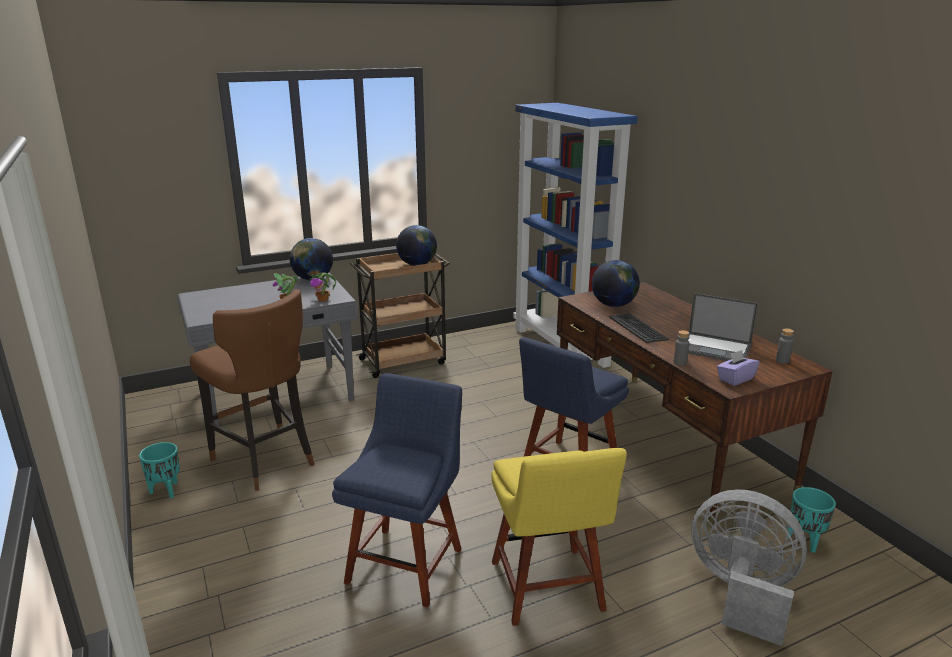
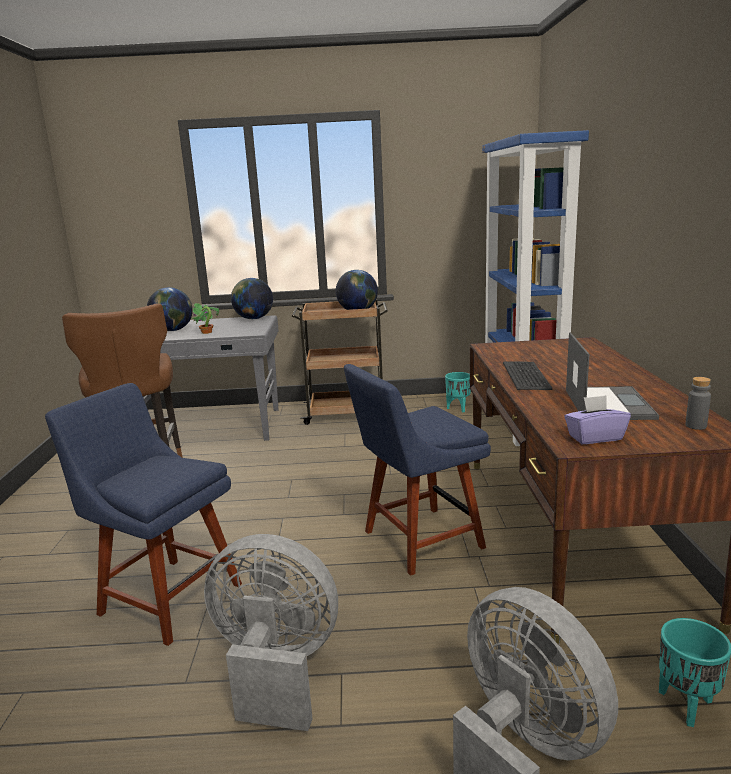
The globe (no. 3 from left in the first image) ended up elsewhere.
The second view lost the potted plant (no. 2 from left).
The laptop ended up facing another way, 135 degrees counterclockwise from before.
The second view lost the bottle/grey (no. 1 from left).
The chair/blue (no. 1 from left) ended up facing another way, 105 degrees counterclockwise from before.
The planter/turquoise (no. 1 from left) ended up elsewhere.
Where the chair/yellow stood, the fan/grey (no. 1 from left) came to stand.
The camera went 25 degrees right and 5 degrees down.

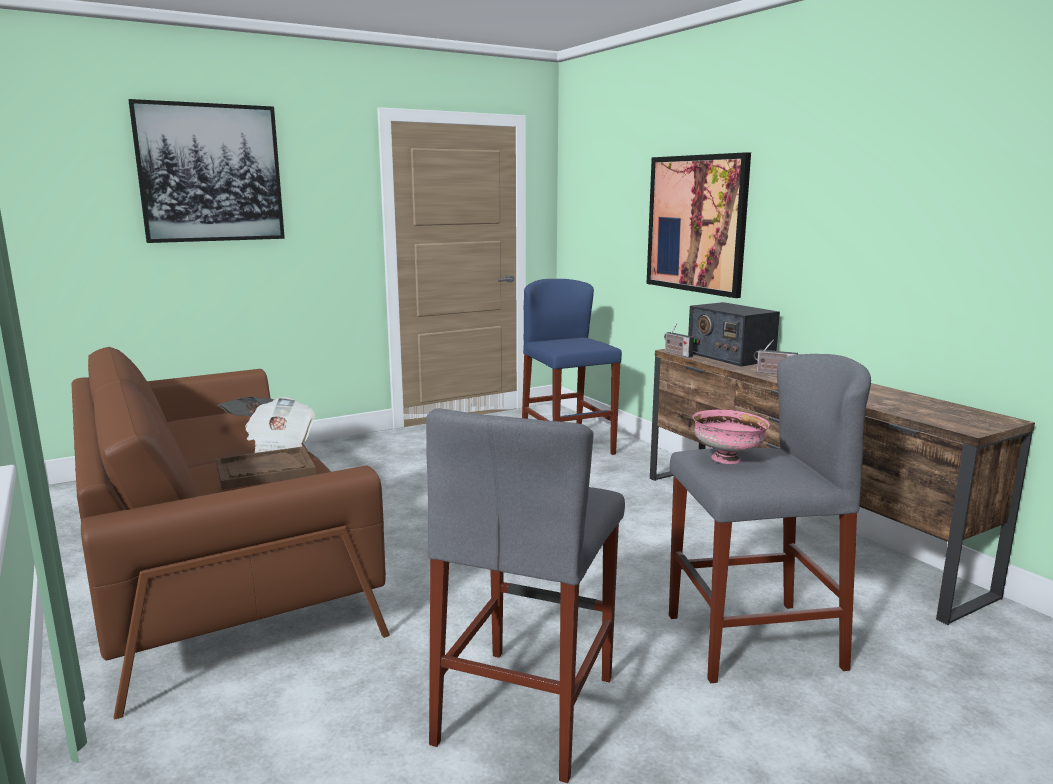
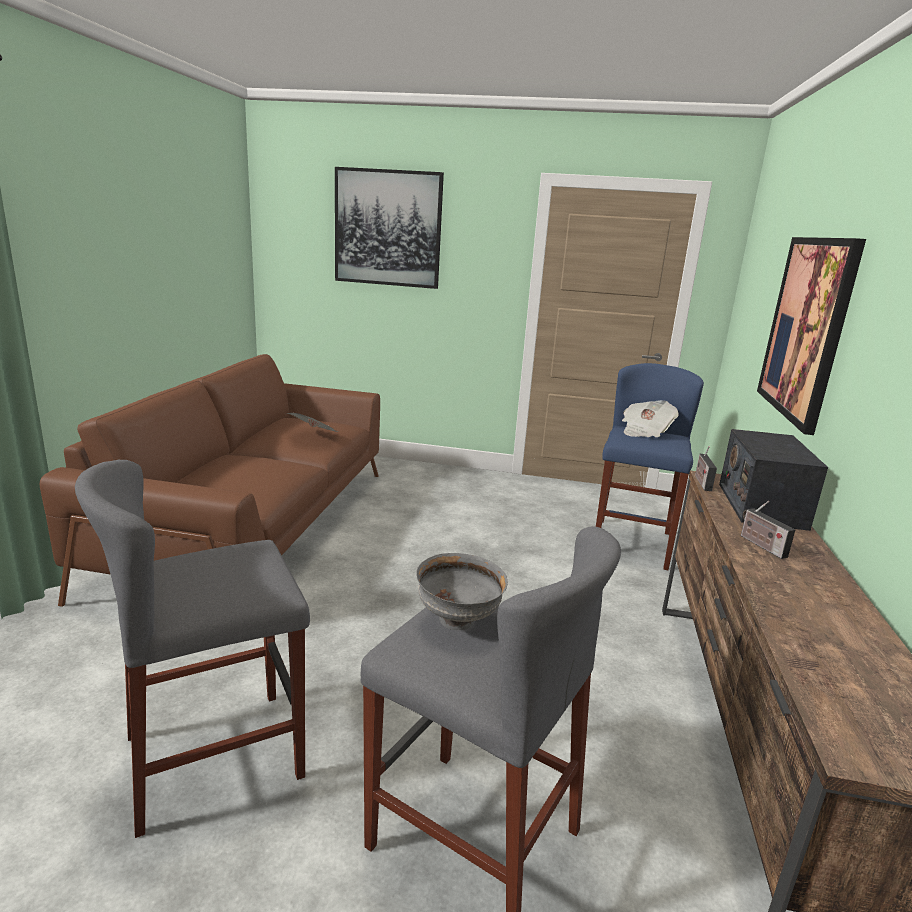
The newspaper (no. 2 from left) ended up elsewhere.
What was the bowl/pink turned into the bowl/grey.
The second view lost the tray/brown.
The camera went 40 degrees right and 5 degrees up.

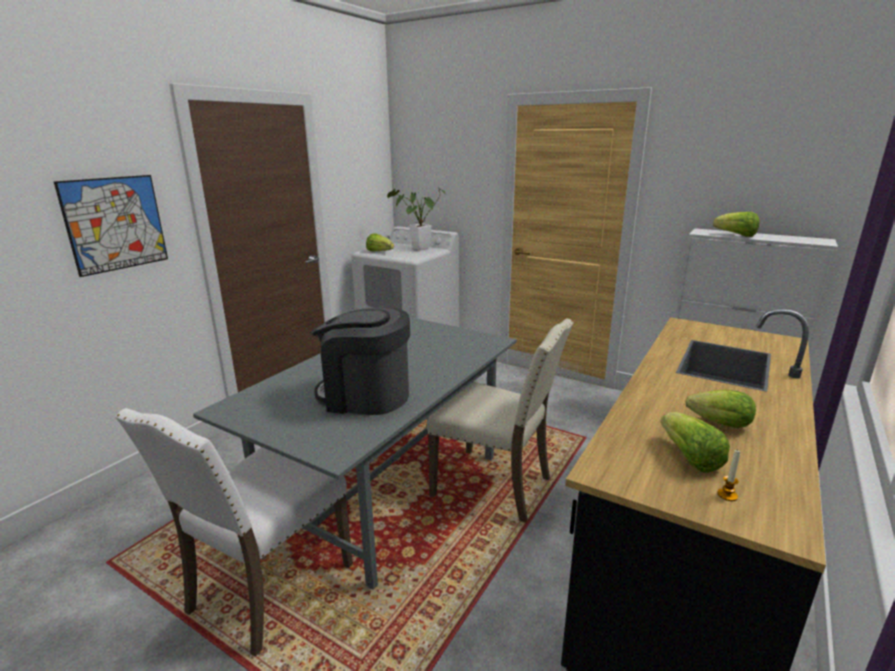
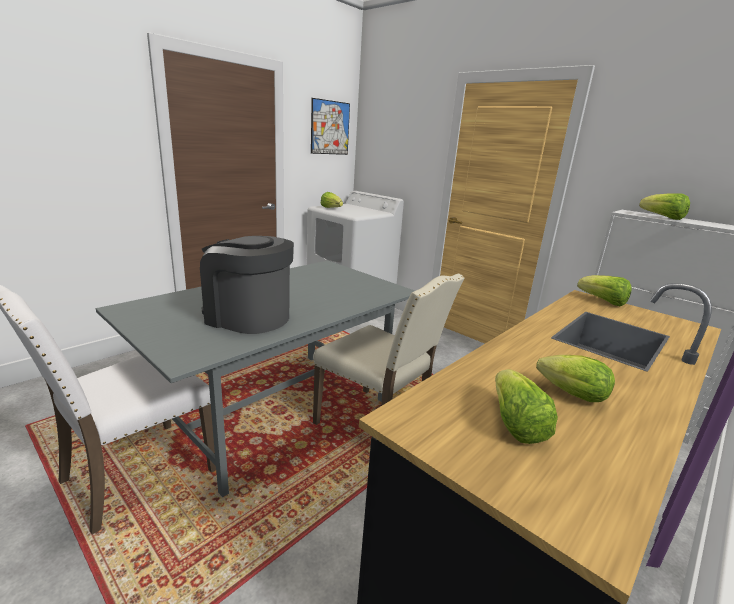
The picture ended up elsewhere.
The second view lost the potted plant.
The second view lost the candle.
The second view gained the lettuce (no. 4 from left).
The camera went 10 degrees right and 0 degrees up.

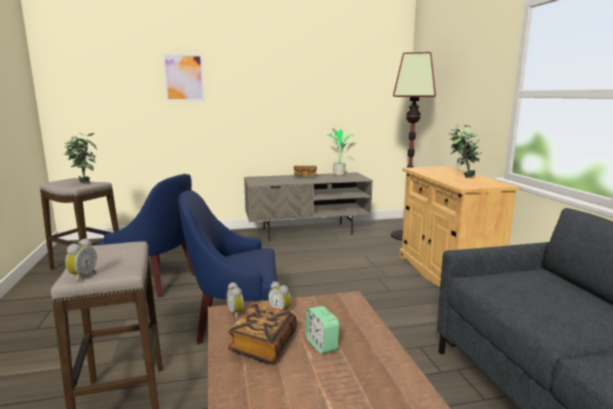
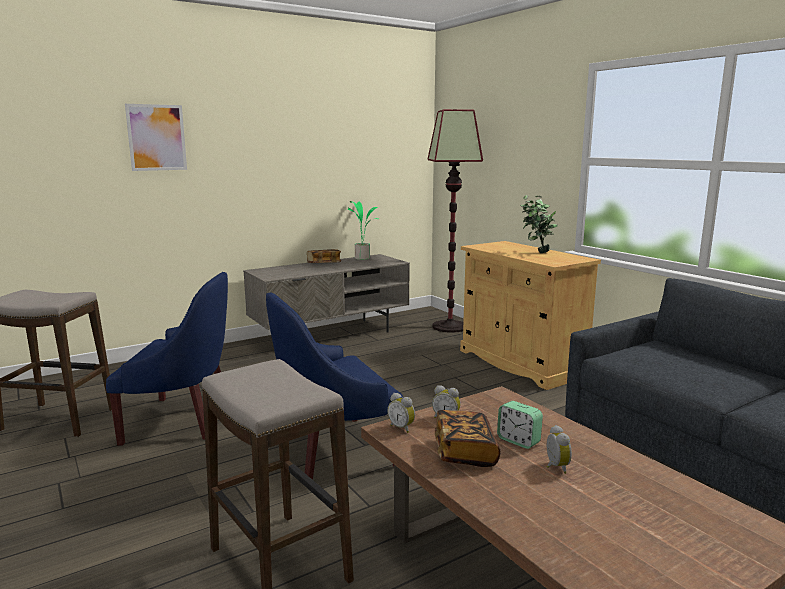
The second view lost the potted plant (no. 1 from left).
The alarm clock (no. 1 from left in the first image) ended up elsewhere.
The camera went 20 degrees left and 0 degrees up.

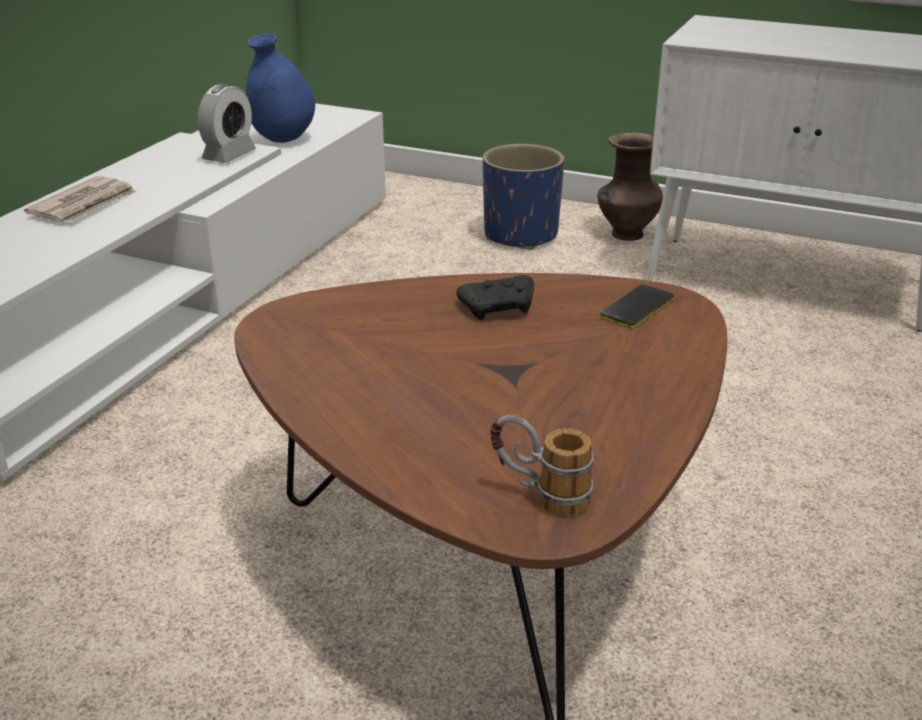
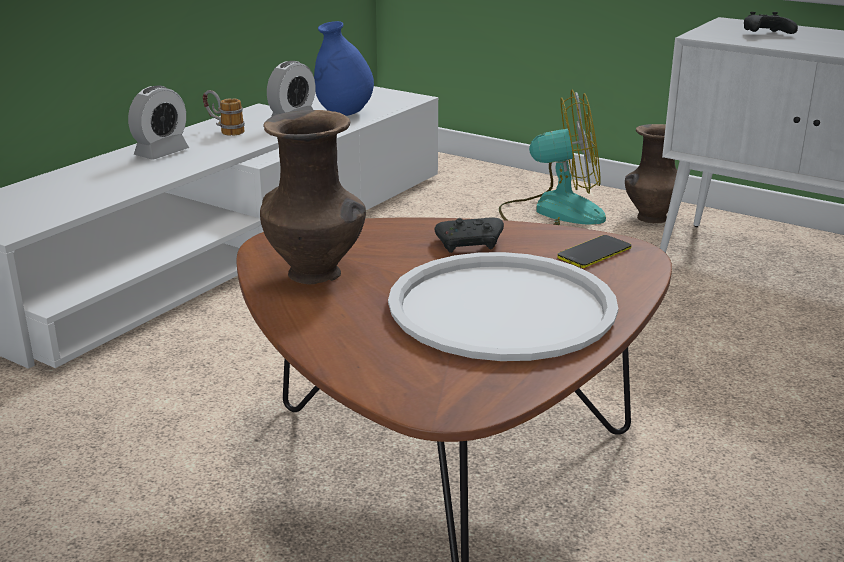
Where the planter/blue stood, the fan came to stand.
Where the newspaper stood, the alarm clock (no. 1 from left) came to stand.
The mug ended up elsewhere.
The second view gained the game controller/black (no. 2 from left).
The second view gained the vase/brown (no. 1 from left).
The second view gained the tray/white.
The camera went 10 degrees right and 5 degrees down.

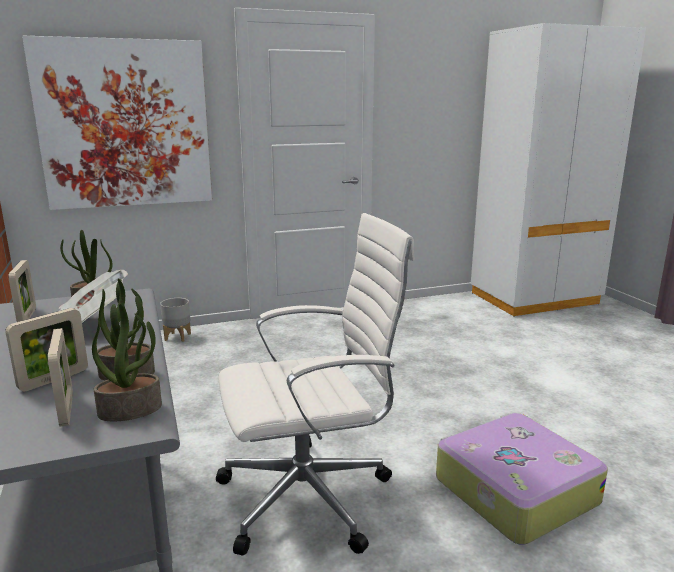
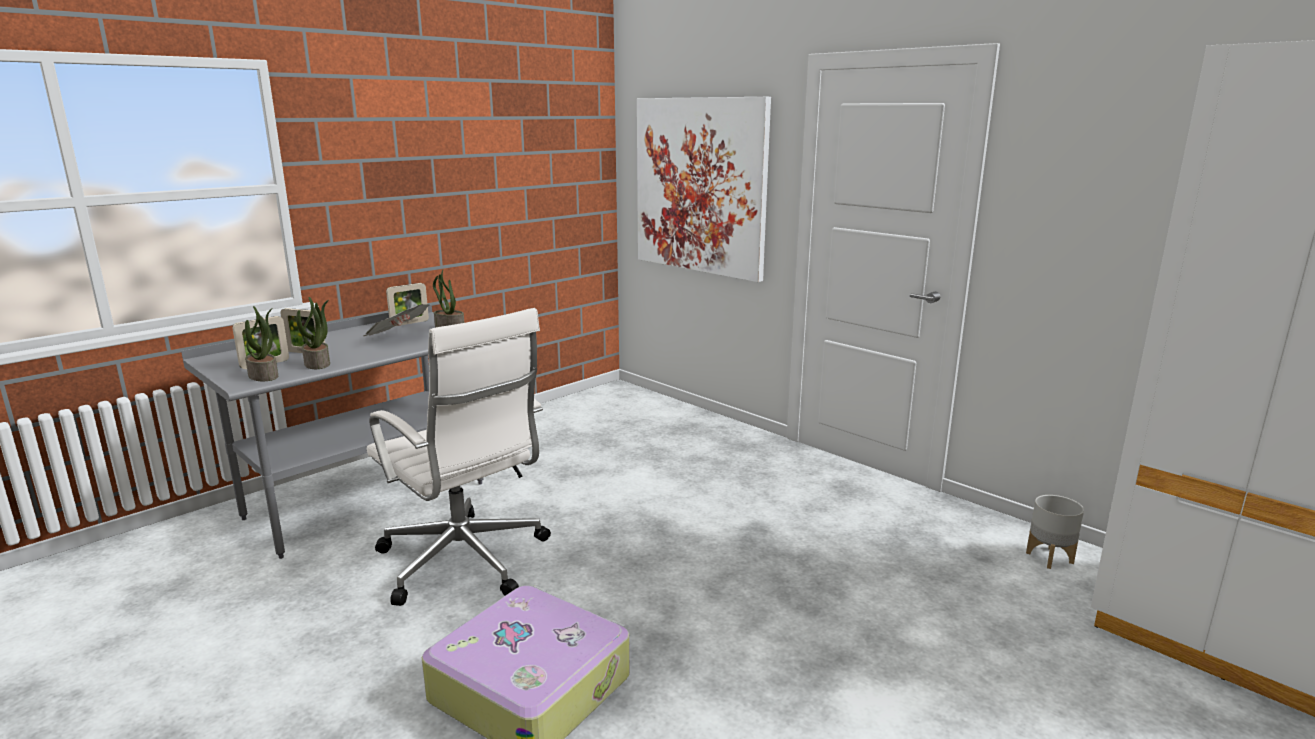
The planter/grey ended up elsewhere.
The camera went 65 degrees right and 0 degrees up.

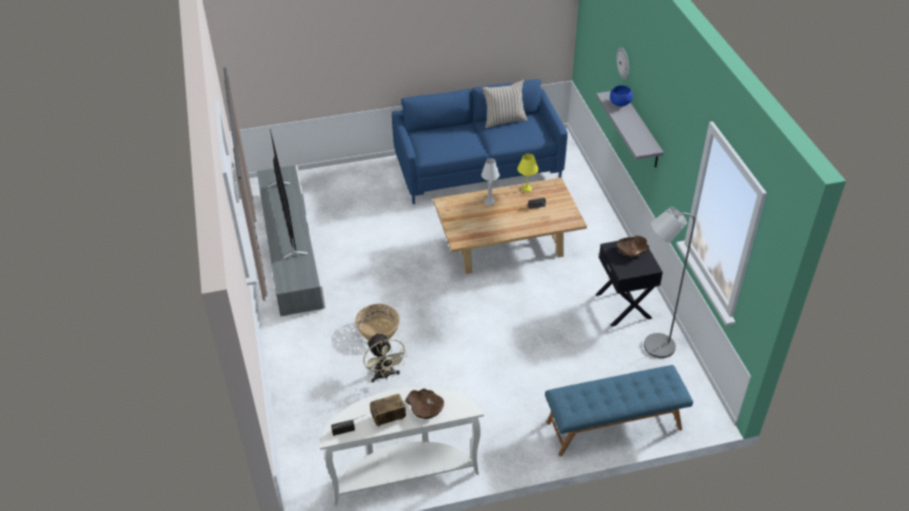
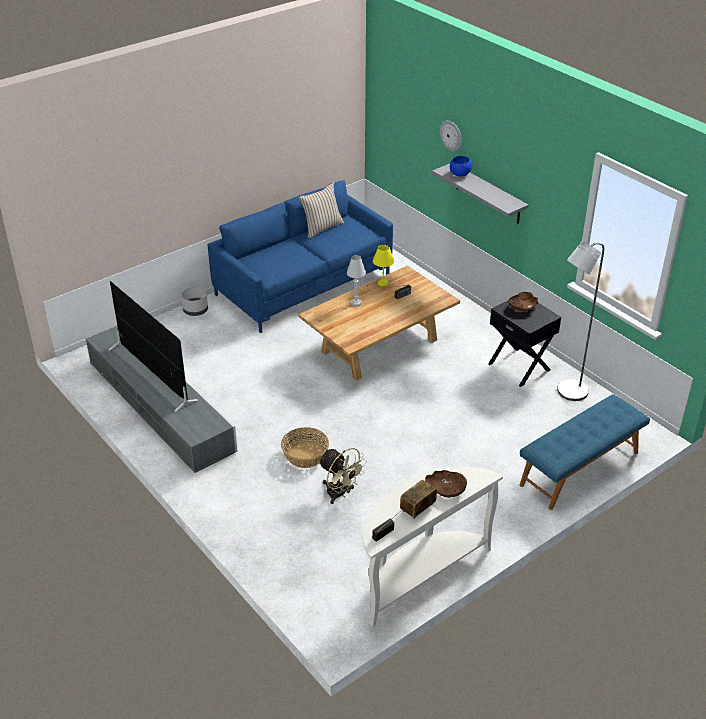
The second view gained the planter/grey.
The camera went 25 degrees left and 5 degrees down.

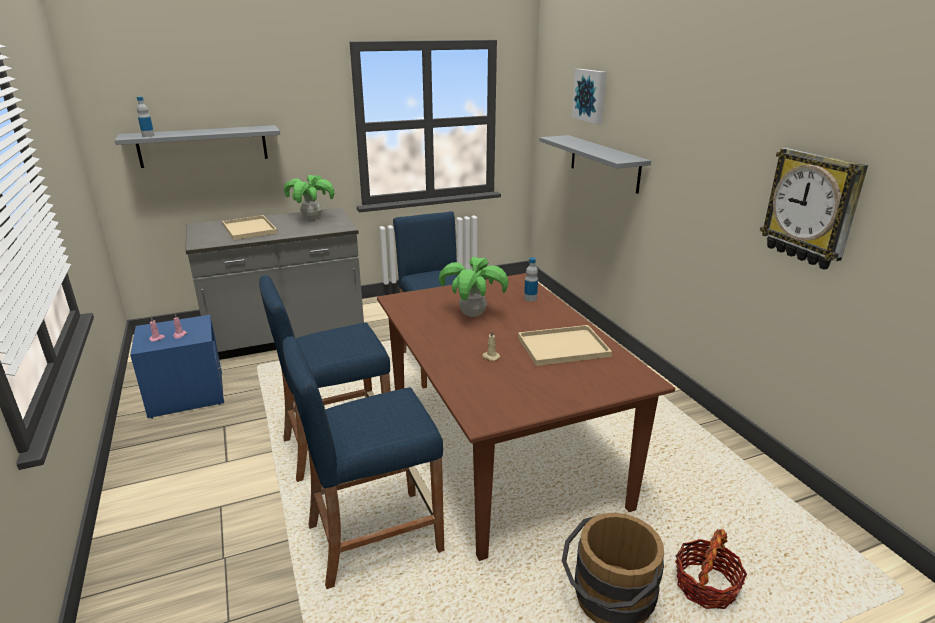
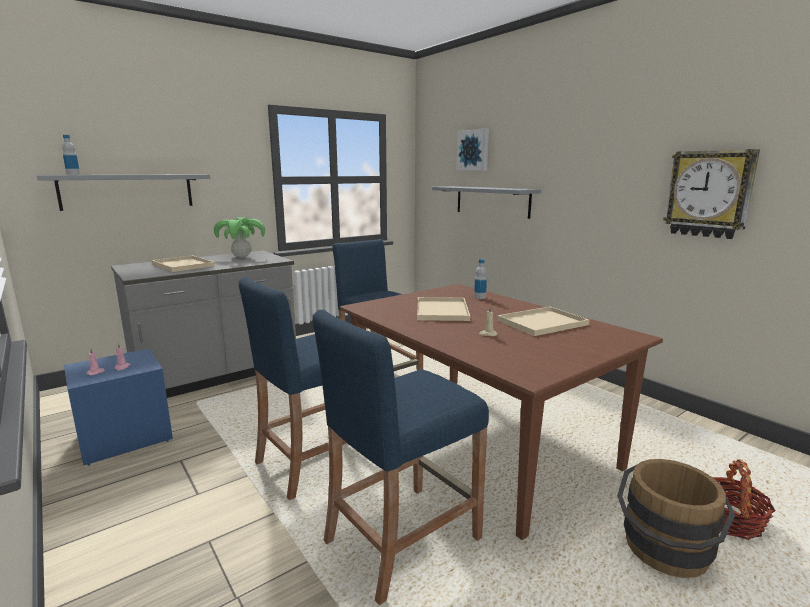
Where the potted plant (no. 2 from left) stood, the tray/beige (no. 2 from left) came to stand.
The camera went 15 degrees left and 10 degrees down.

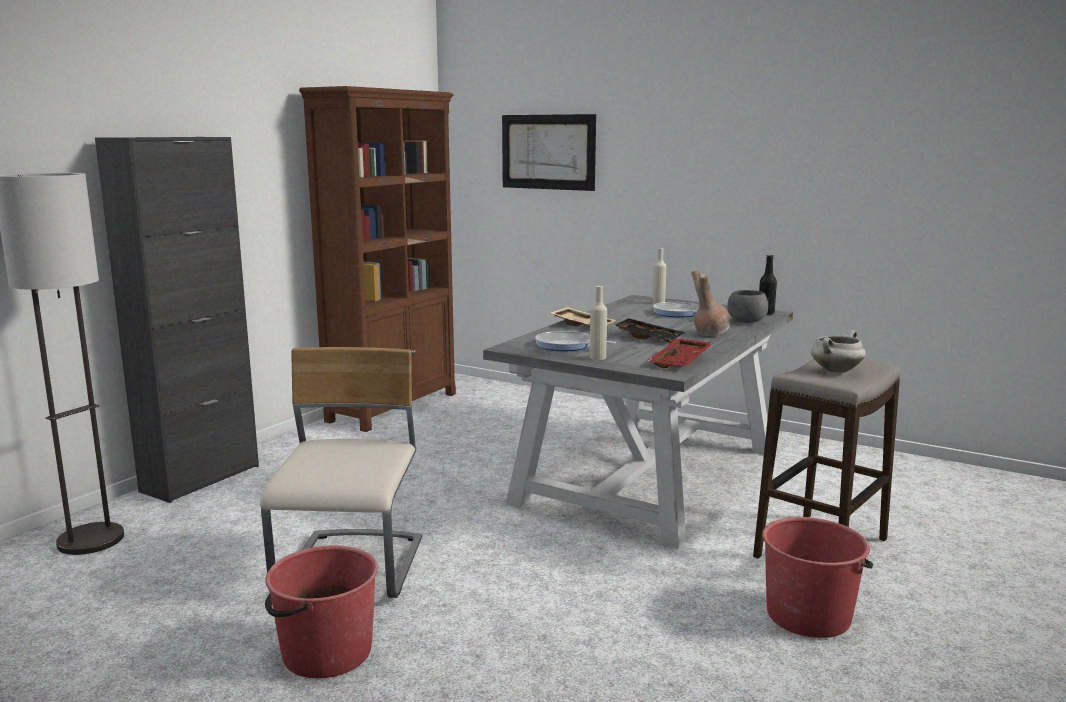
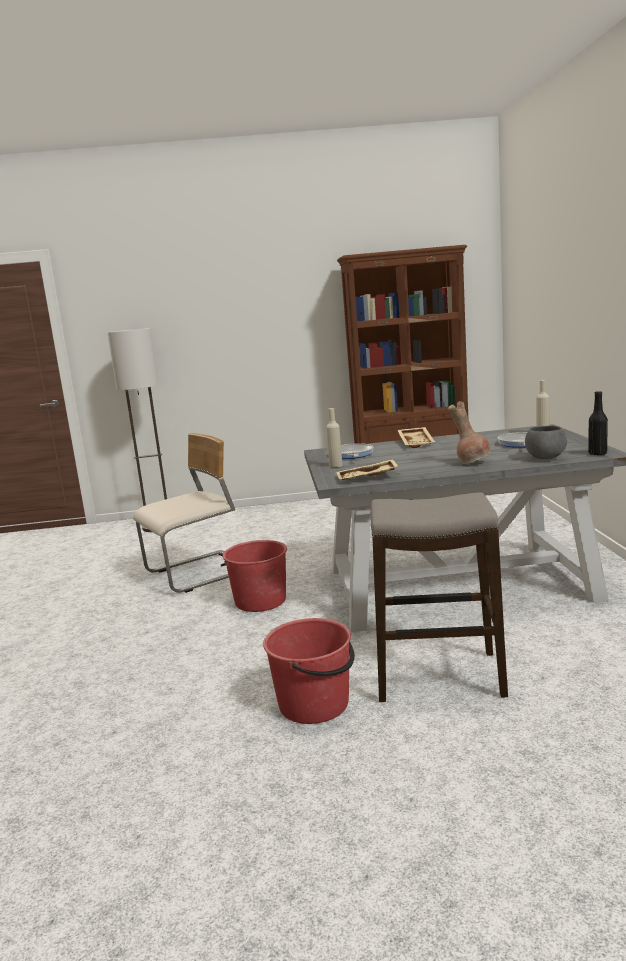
The second view lost the picture.
The second view lost the cabinet/black.
The second view lost the tray/black.
The second view lost the cooking pot/white.
What was the tray/red turned into the tray/beige (no. 1 from left).
The bucket/red (no. 1 from left) ended up elsewhere.
The camera went 55 degrees right and 0 degrees up.

